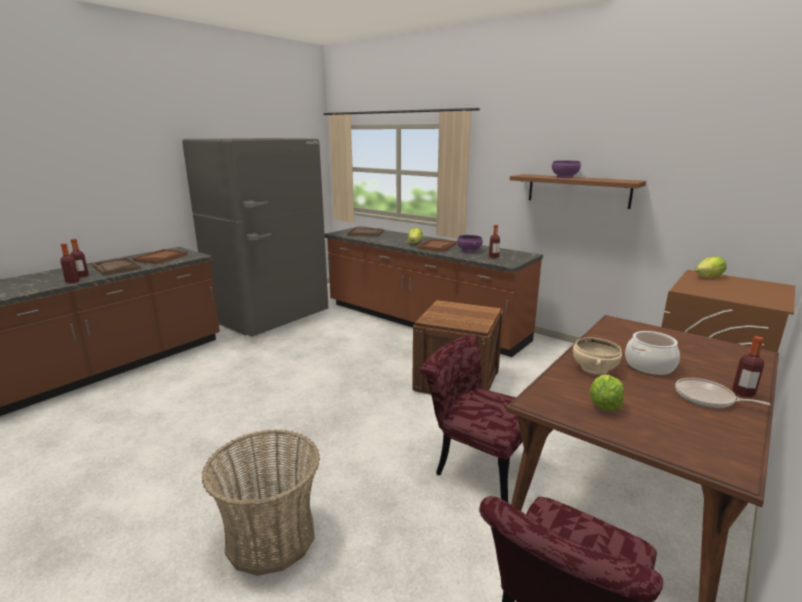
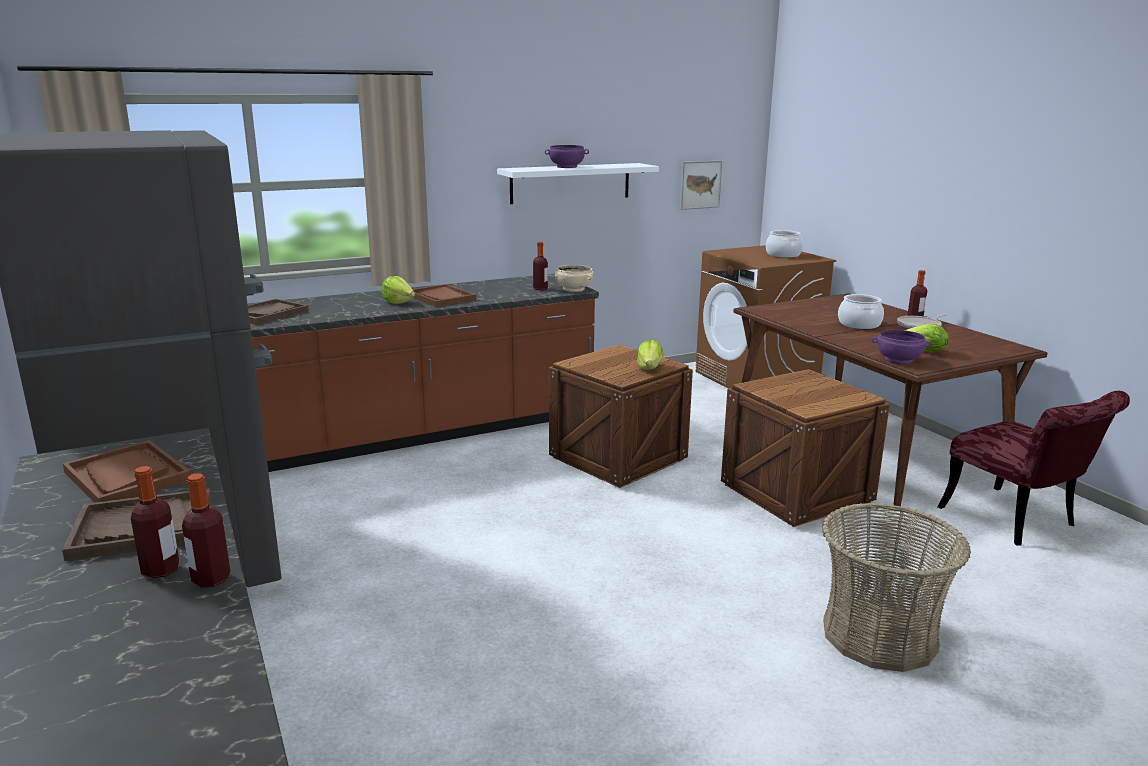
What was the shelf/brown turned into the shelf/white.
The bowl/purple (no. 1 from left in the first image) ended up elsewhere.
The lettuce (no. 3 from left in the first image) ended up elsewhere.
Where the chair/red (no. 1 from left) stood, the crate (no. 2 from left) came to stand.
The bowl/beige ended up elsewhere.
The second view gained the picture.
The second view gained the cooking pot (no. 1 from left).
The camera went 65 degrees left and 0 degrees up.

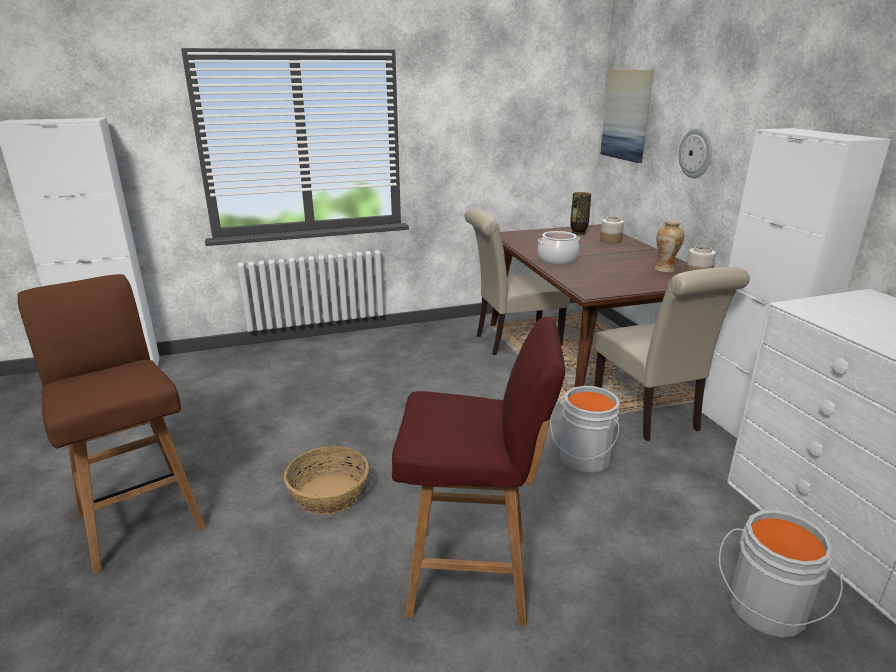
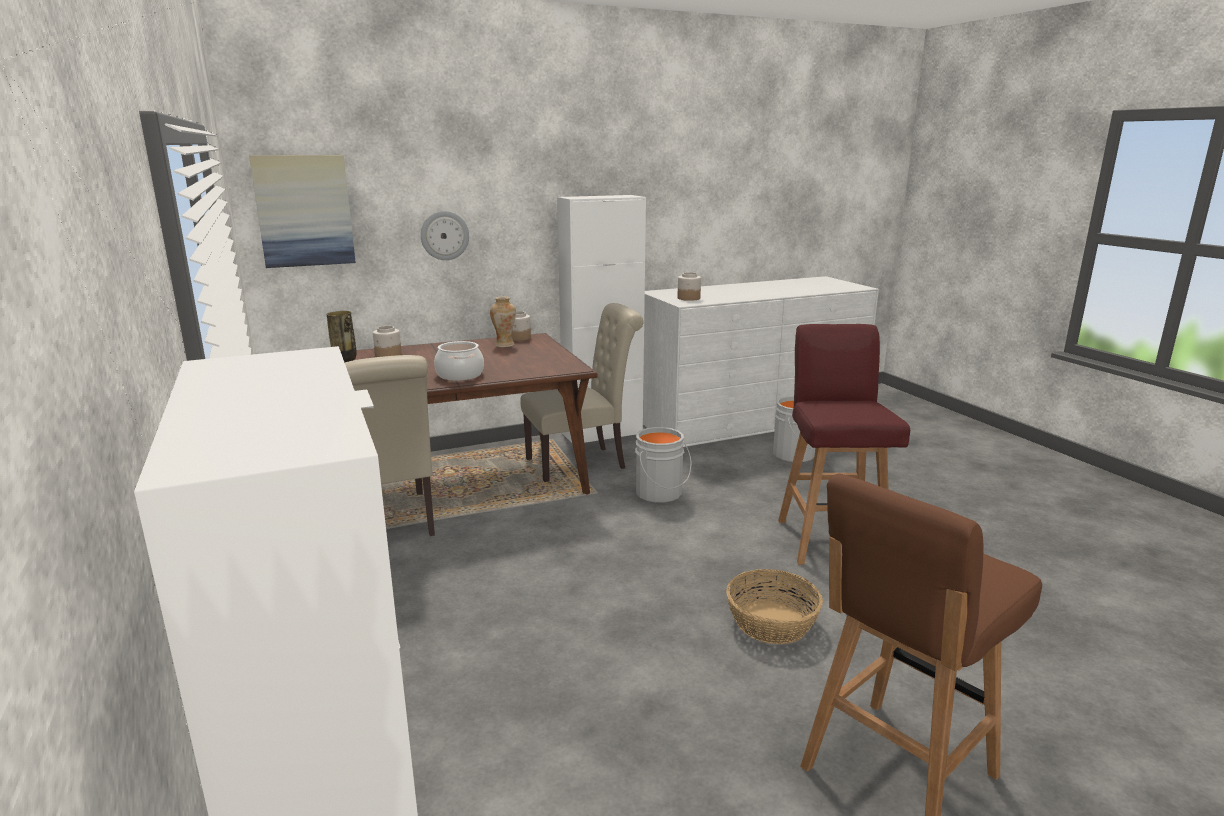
The second view gained the jar (no. 3 from left).
The camera went 95 degrees left and 5 degrees down.

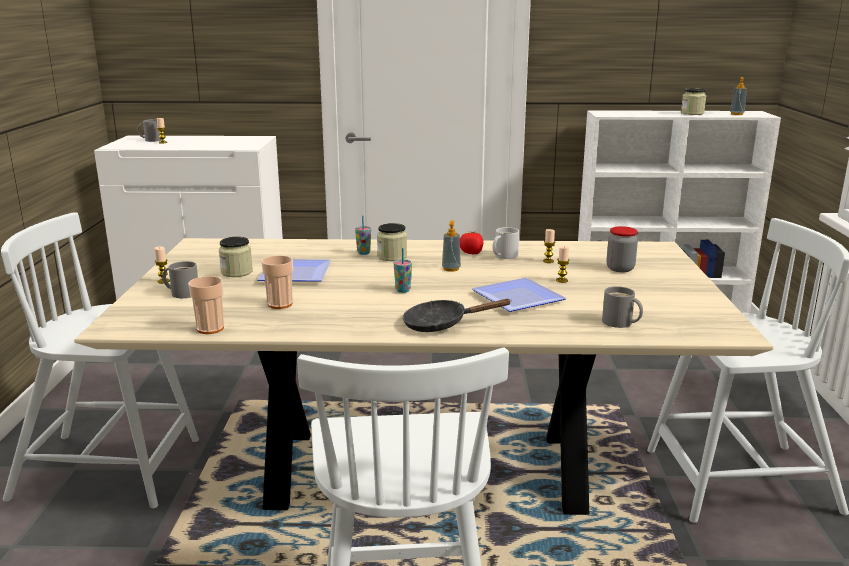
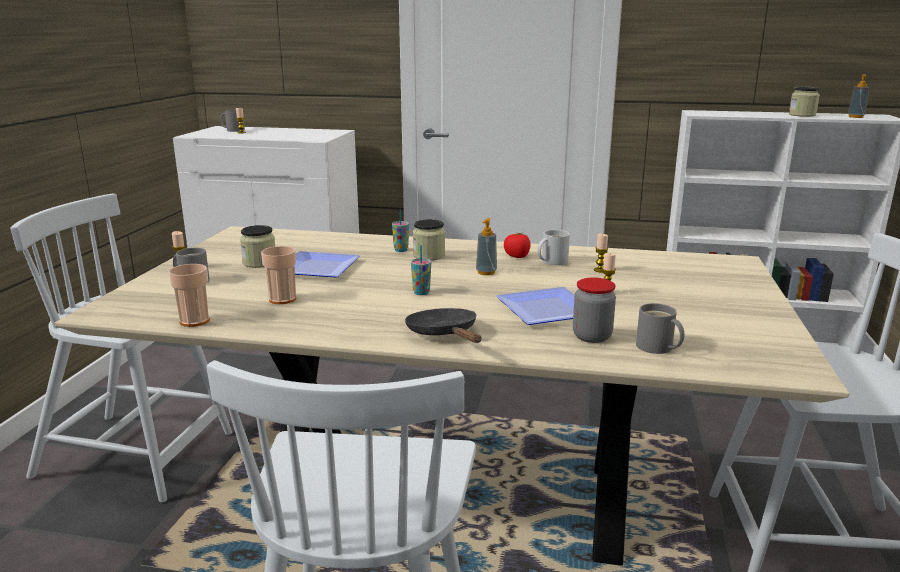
The jar (no. 3 from left) ended up elsewhere.
The frying pan/black ended up facing another way, 60 degrees clockwise from before.
The camera went 10 degrees right and 0 degrees up.

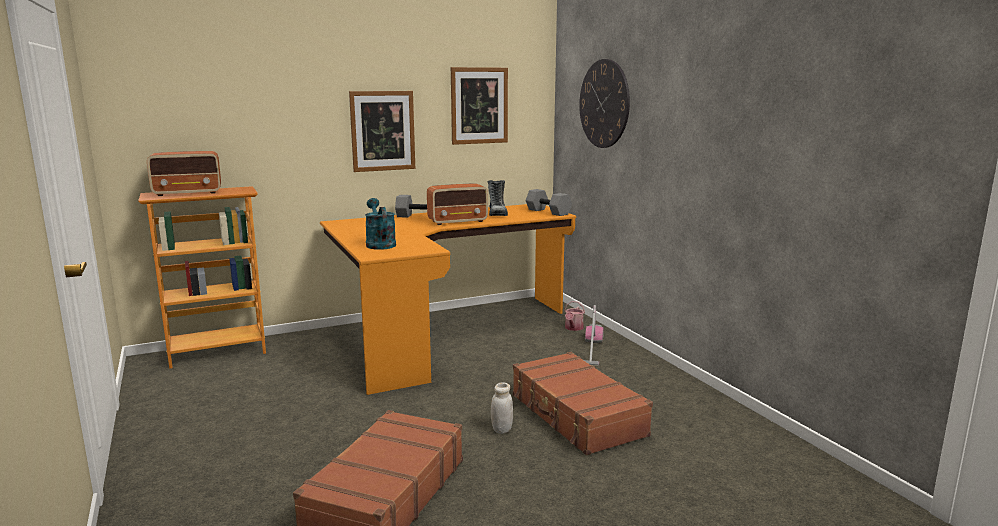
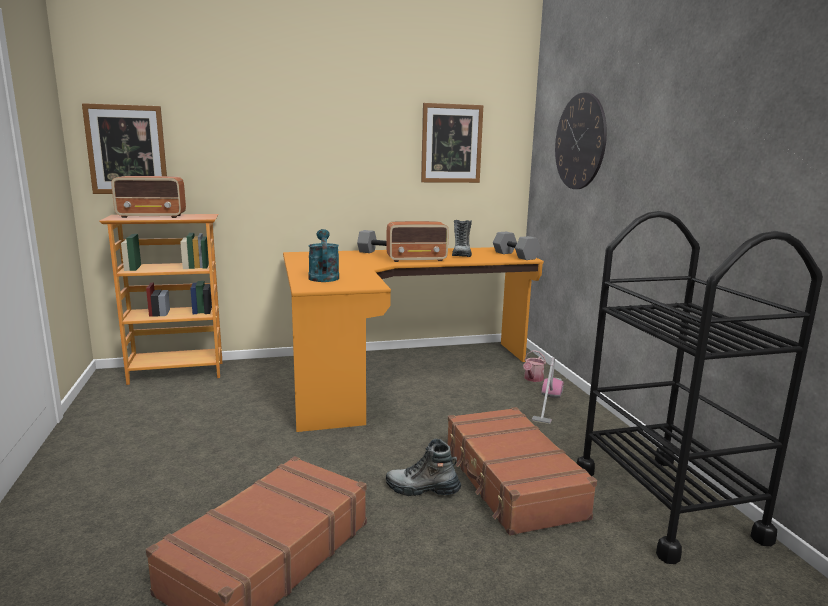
The picture (no. 1 from left) ended up elsewhere.
Where the jar/white stood, the boot (no. 1 from left) came to stand.
The second view gained the cart/black.
The camera went 10 degrees right and 0 degrees up.

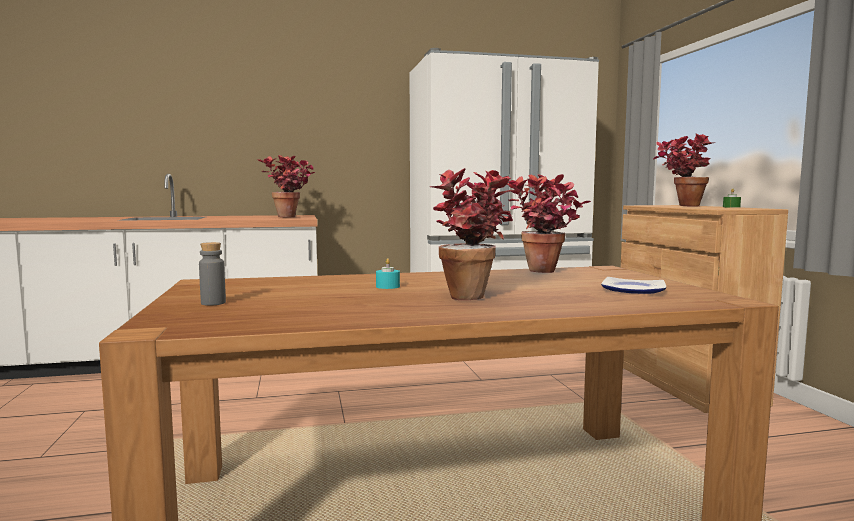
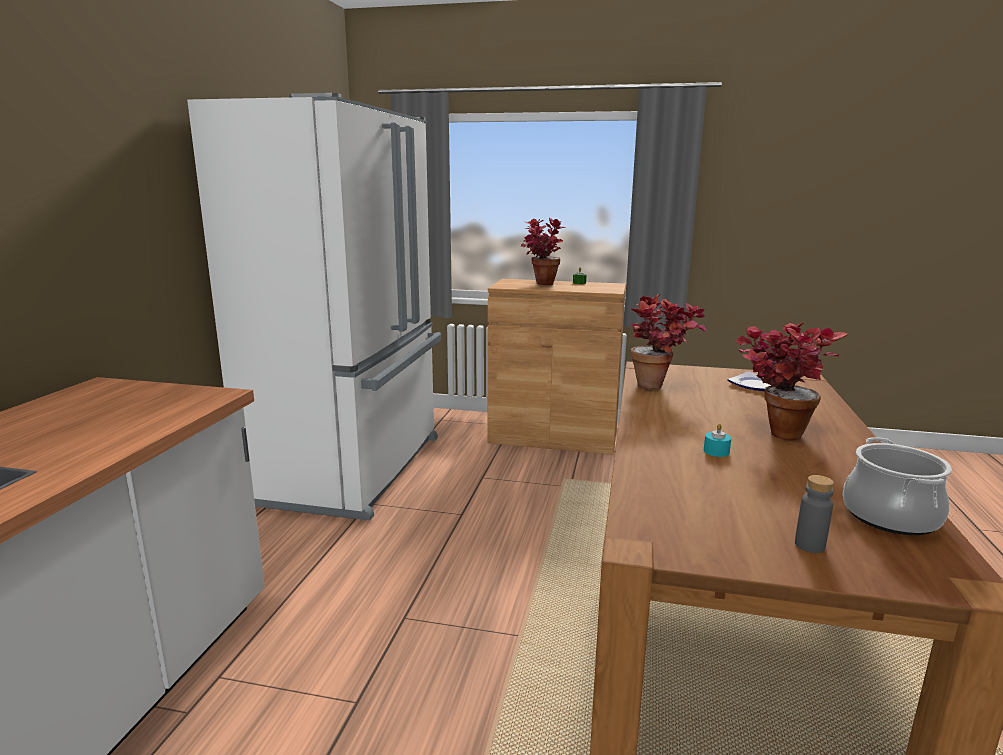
The second view lost the potted plant (no. 1 from left).
The second view gained the cooking pot.
The camera went 65 degrees left and 10 degrees up.

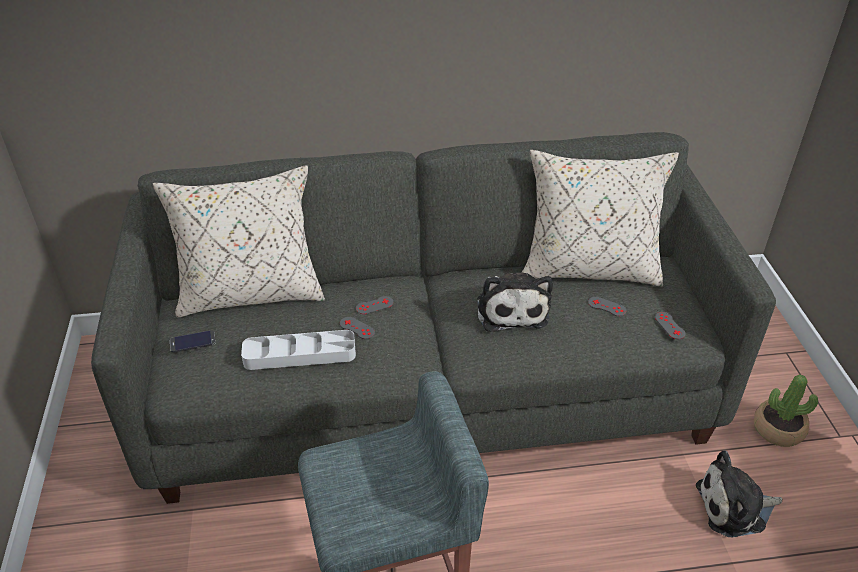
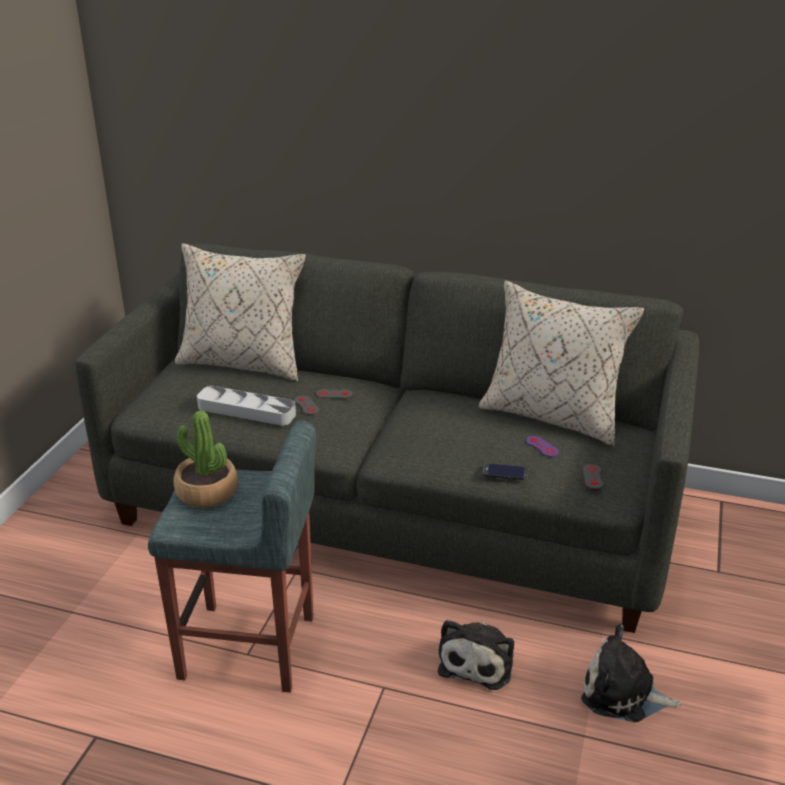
The plush toy (no. 1 from left) ended up elsewhere.
What was the game controller/grey (no. 3 from left) turned into the game controller/purple.
The phone ended up elsewhere.
The potted plant ended up elsewhere.
The camera went 25 degrees right and 10 degrees down.

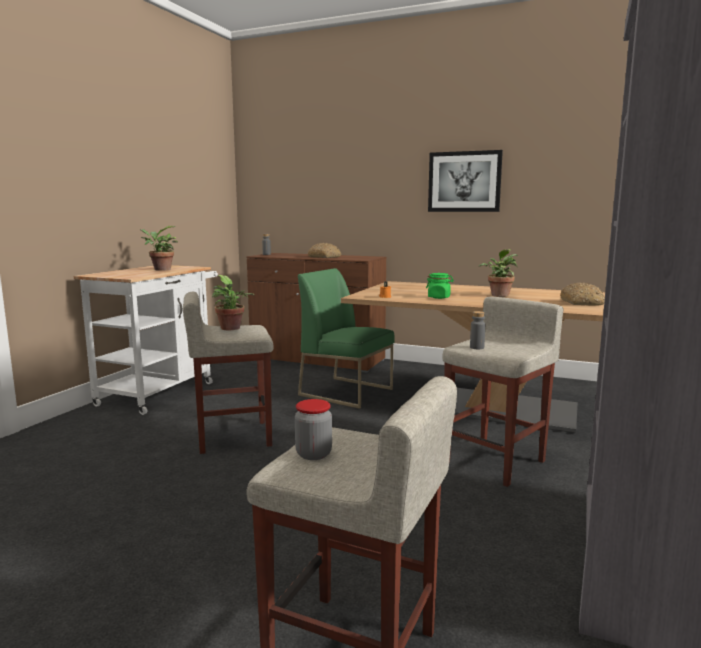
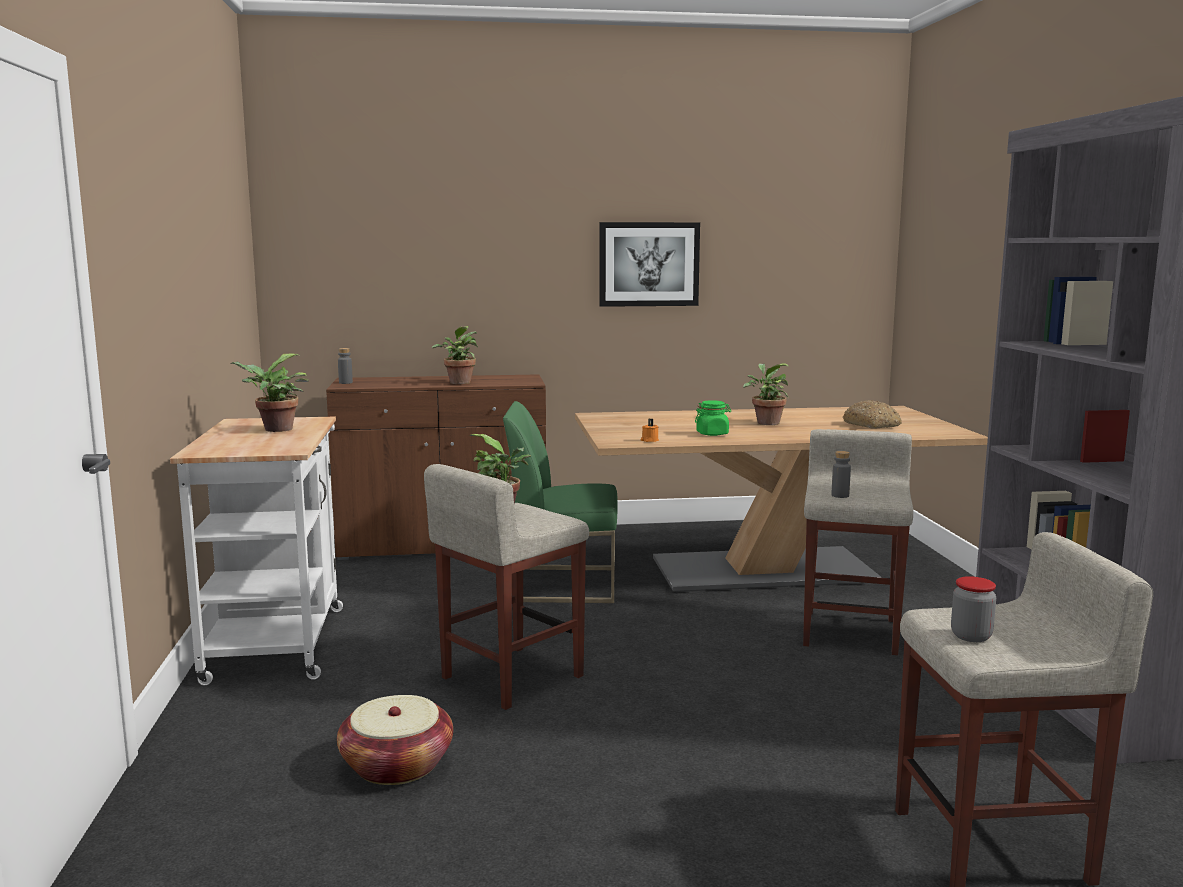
Where the bread (no. 1 from left) stood, the potted plant (no. 2 from left) came to stand.
The second view gained the basket.
The camera went 30 degrees left and 0 degrees up.

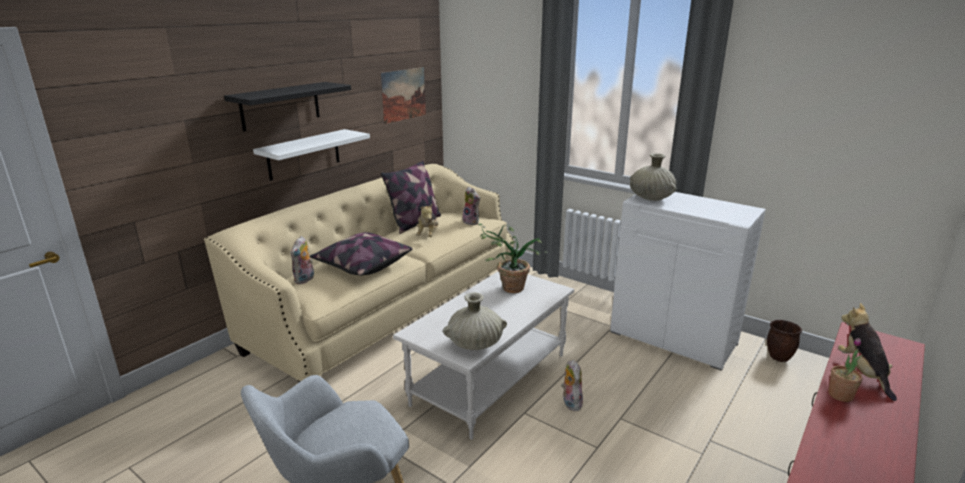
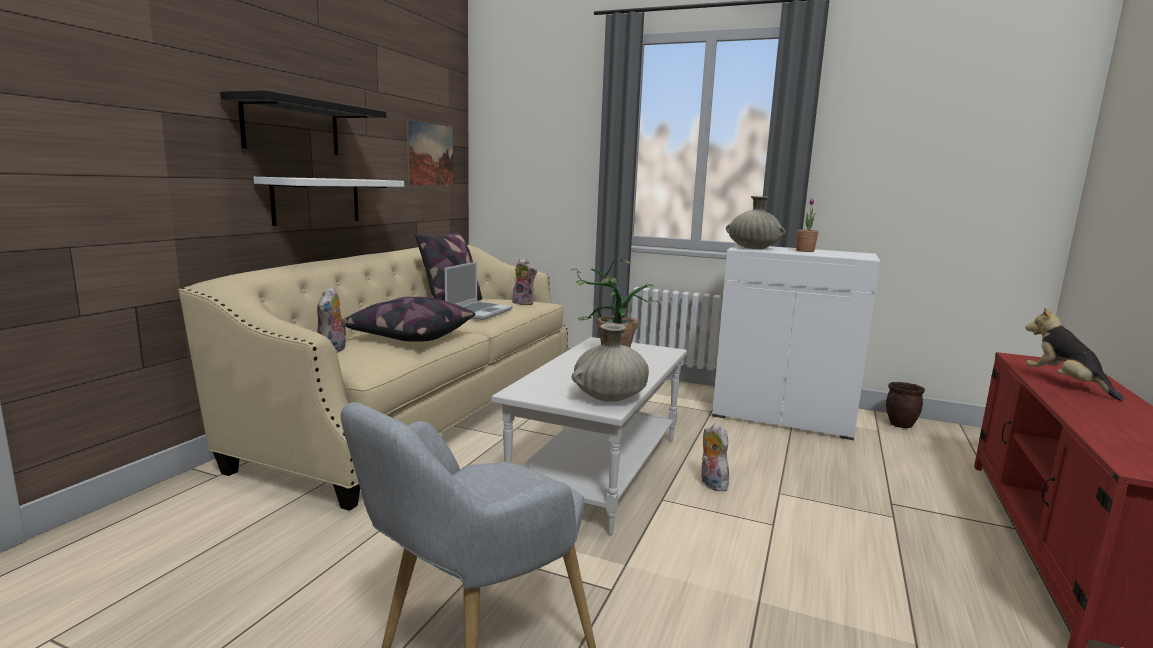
Where the plush toy (no. 2 from left) stood, the laptop came to stand.
The potted plant (no. 2 from left) ended up elsewhere.
The camera went 15 degrees left and 10 degrees down.

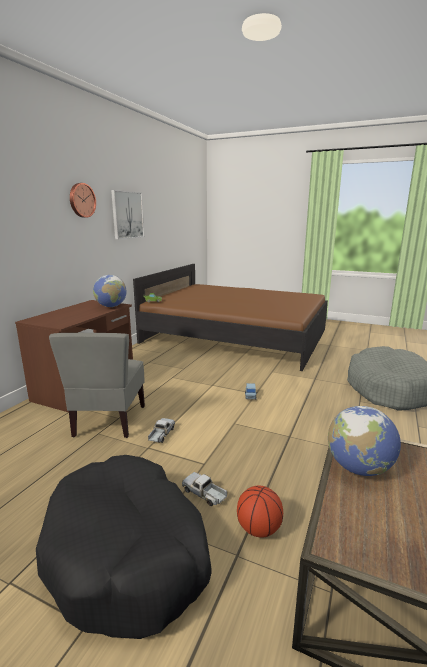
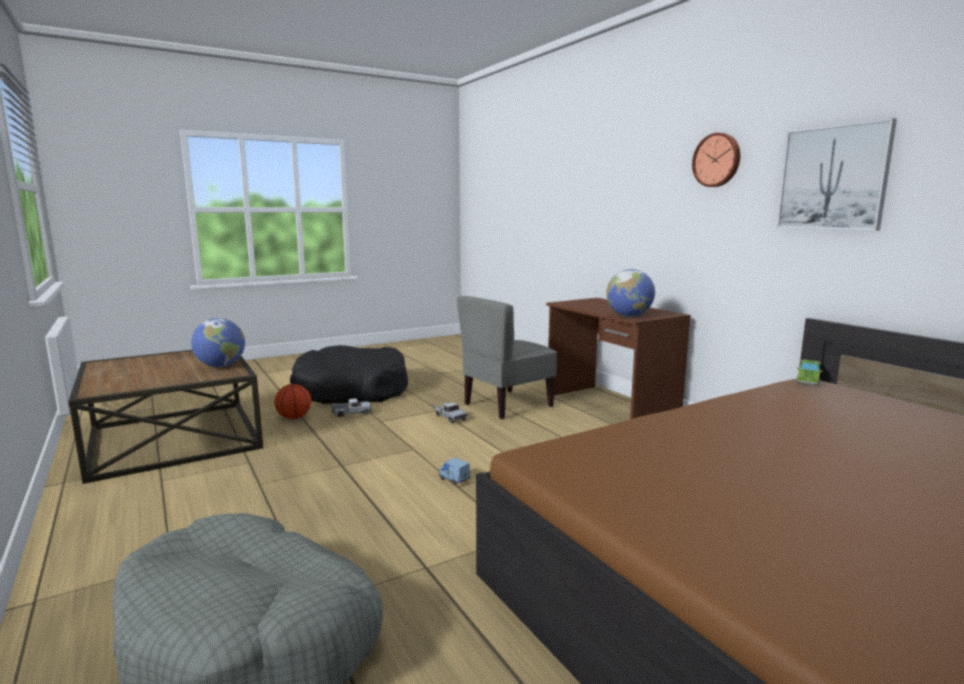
The chair/grey ended up facing another way, 75 degrees counterclockwise from before.
The camera went 125 degrees right and 5 degrees down.

